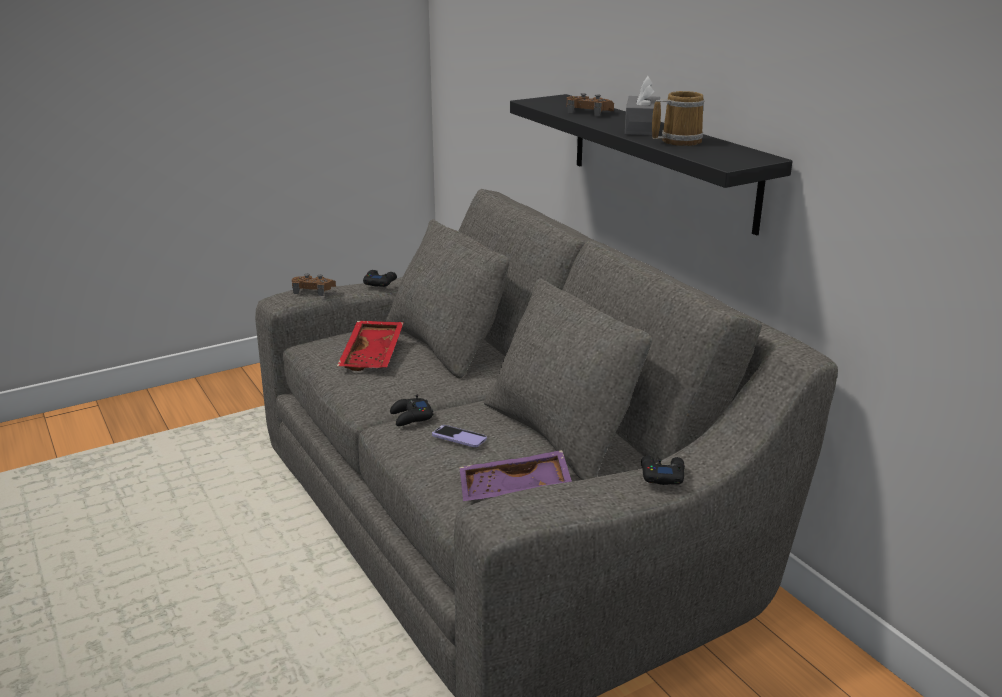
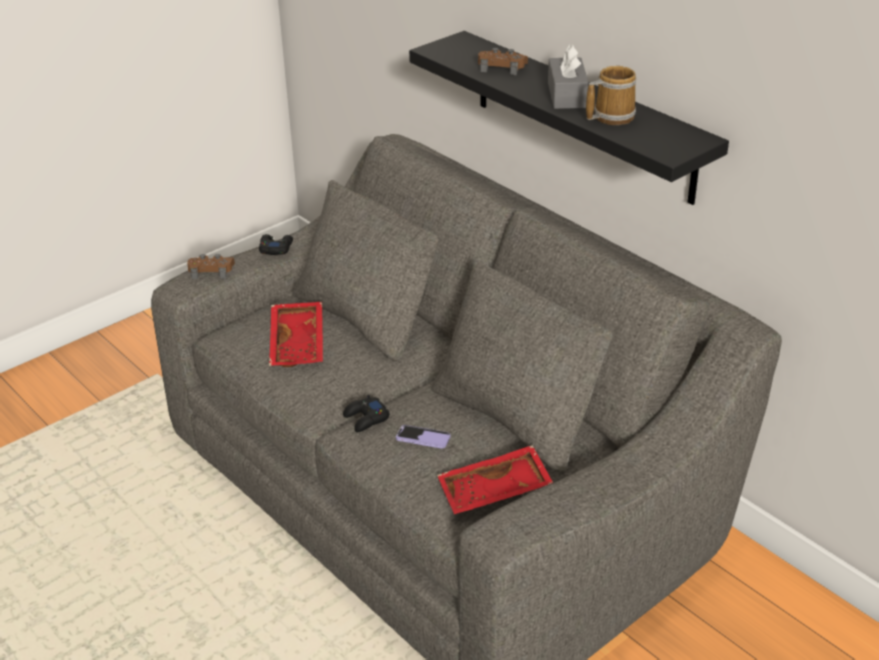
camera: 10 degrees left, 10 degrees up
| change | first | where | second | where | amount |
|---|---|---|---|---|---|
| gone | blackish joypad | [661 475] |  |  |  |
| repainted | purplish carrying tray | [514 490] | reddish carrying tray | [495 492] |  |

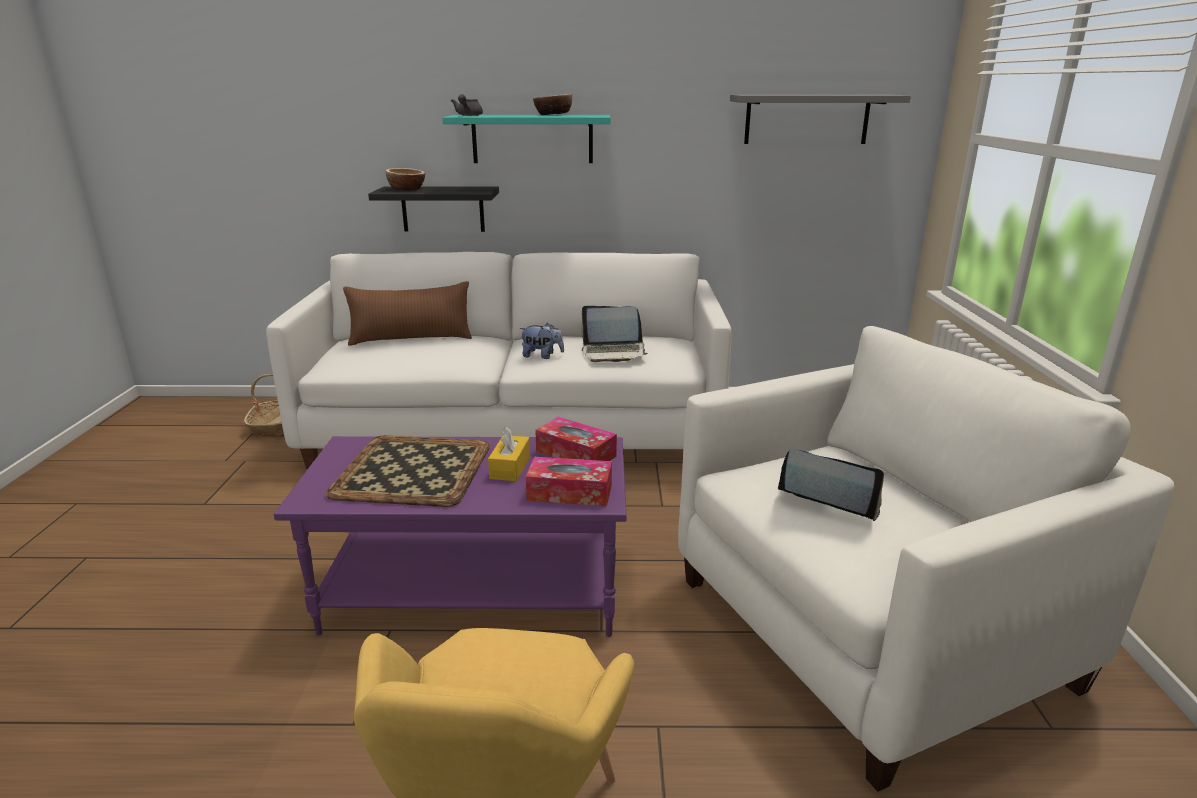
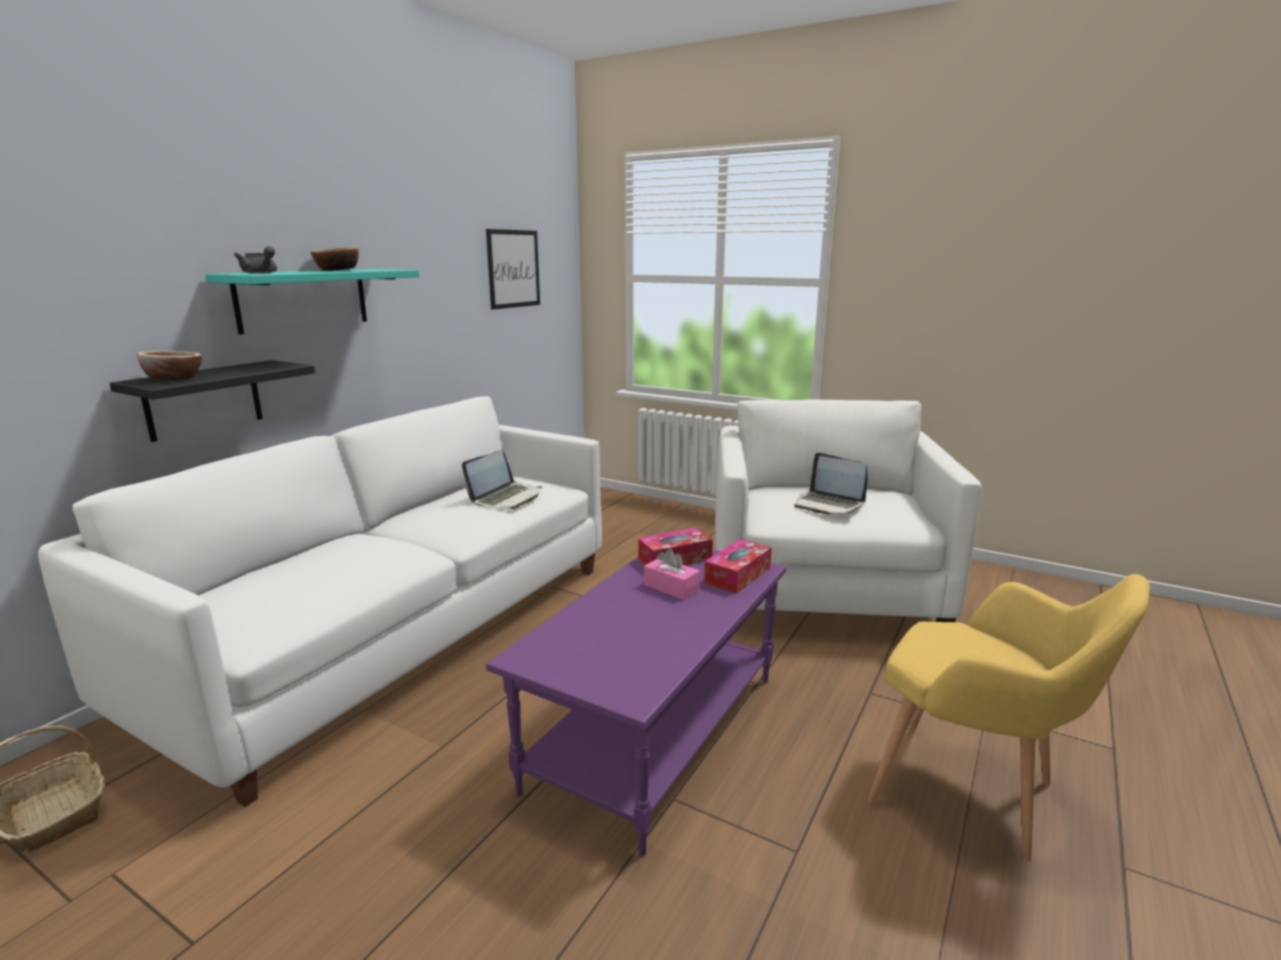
camera: 60 degrees left, 5 degrees down
| change | first | where | second | where | amount |
|---|---|---|---|---|---|
| gone | carrying tray | [411 471] |  |  |  |
| gone | brownish pillow | [411 339] |  |  |  |
| gone | plush toy | [542 356] |  |  |  |
| swapped | greyish shelf | [806 119] | picture | [513 269] |  |
| repainted | yellowish tissue holder | [510 467] | pink tissue holder | [671 588] |  |
| rotated | portable computer | [827 498] |  | [828 505] | 105 degrees counterclockwise |

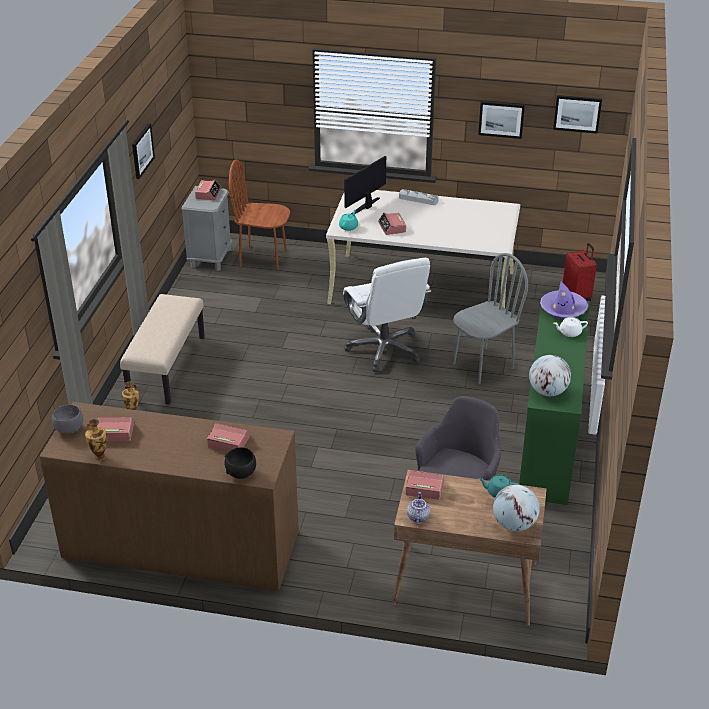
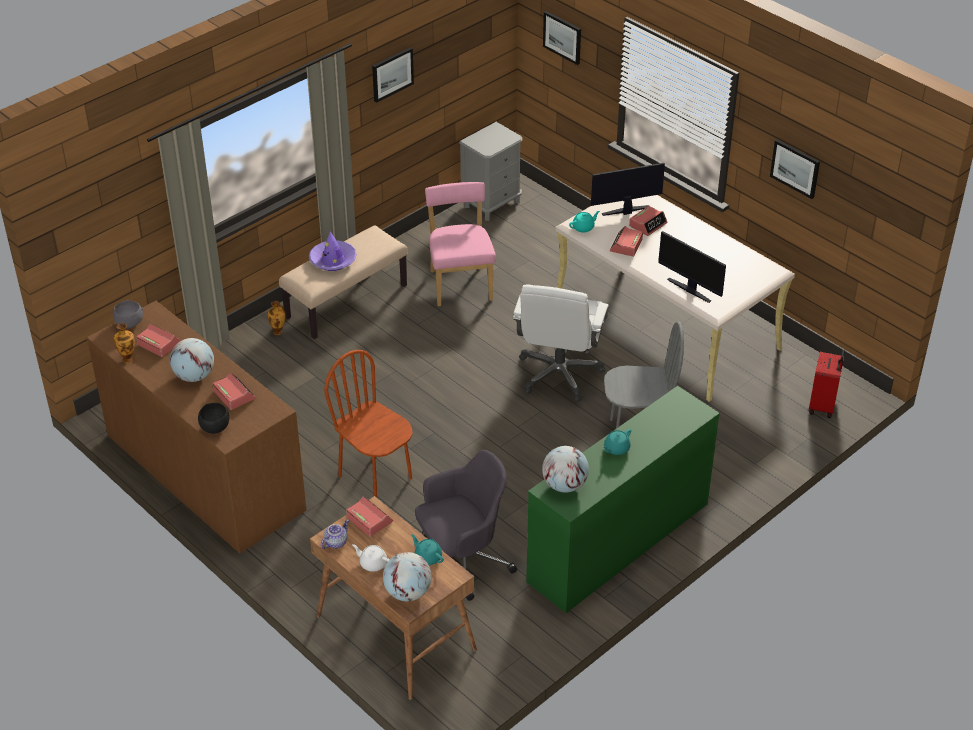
camera: 35 degrees right, 5 degrees up
| change | first | where | second | where | amount |
|---|---|---|---|---|---|
| gone | greyish carrying tray | [418 199] |  |  |  |
| new |  |  | globe | [194 376] |  |
| new |  |  | pink chair | [460 283] |  |
| new |  |  | blue-green tea pot | [616 448] |  |
| new |  |  | computer display | [690 289] |  |
| shifted | table clock | [208 193] |  | [648 224] |  |
| shifted | brownish chair | [263 258] |  | [376 477] |  |
| shifted | purplish clothing hat | [563 309] |  | [333 260] |  |
| shifted | picture | [577 113] |  | [562 37] |  |
| shifted | white tea pot | [569 332] |  | [373 563] |  |

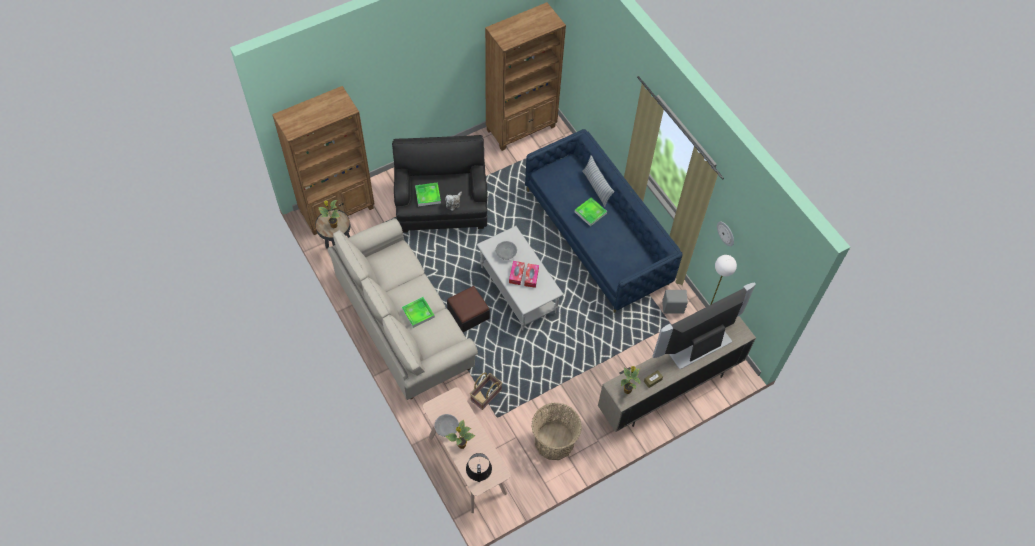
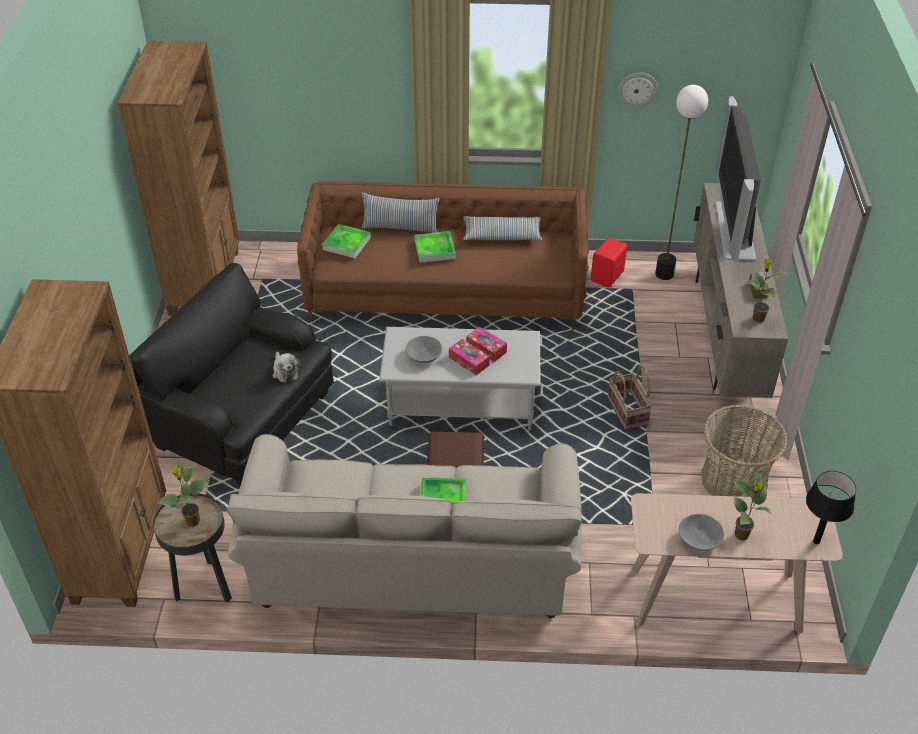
camera: 55 degrees left, 15 degrees down
| change | first | where | second | where | amount |
|---|---|---|---|---|---|
| new |  |  | pillow | [502 235] |  |
| shifted | carrying tray | [428 195] |  | [346 243] |  |
| shifted | basket | [486 395] |  | [628 411] |  |
| repainted | blue-coloured sofa | [597 237] | brownish sofa | [445 292] |  |
| repainted | greyish speaker | [673 308] | reddish speaker | [608 276] |  |

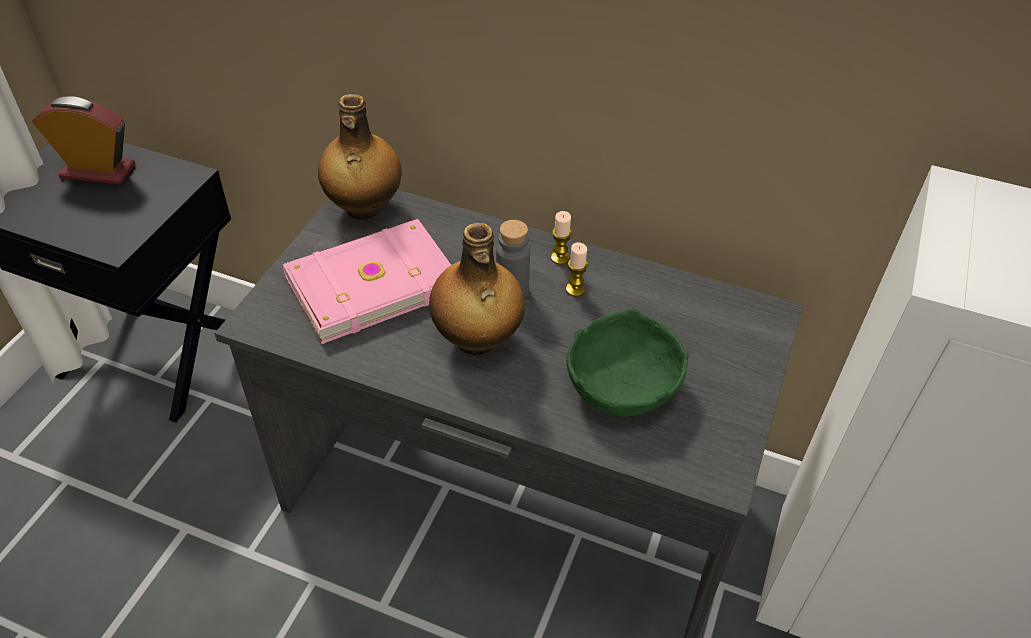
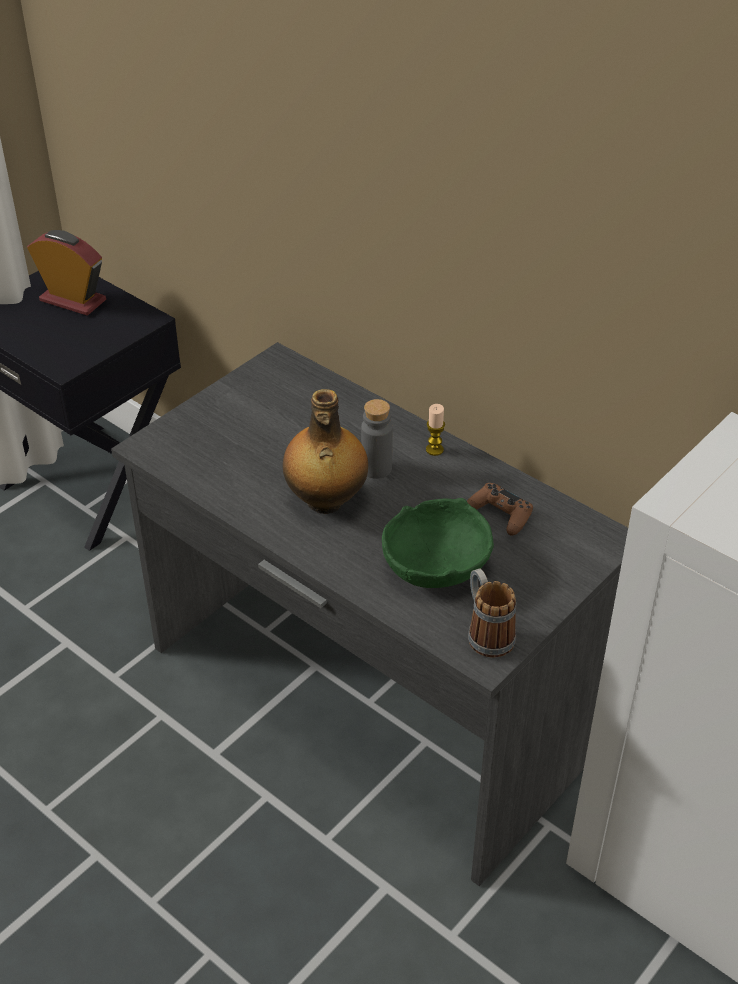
camera: 20 degrees right, 5 degrees down
| change | first | where | second | where | amount |
|---|---|---|---|---|---|
| gone | pink bound book | [370 283] |  |  |  |
| gone | beverage bottle | [363 208] |  |  |  |
| gone | candle | [575 289] |  |  |  |
| new |  |  | brownish joypad | [500 515] |  |
| new |  |  | coffee mug | [486 633] |  |

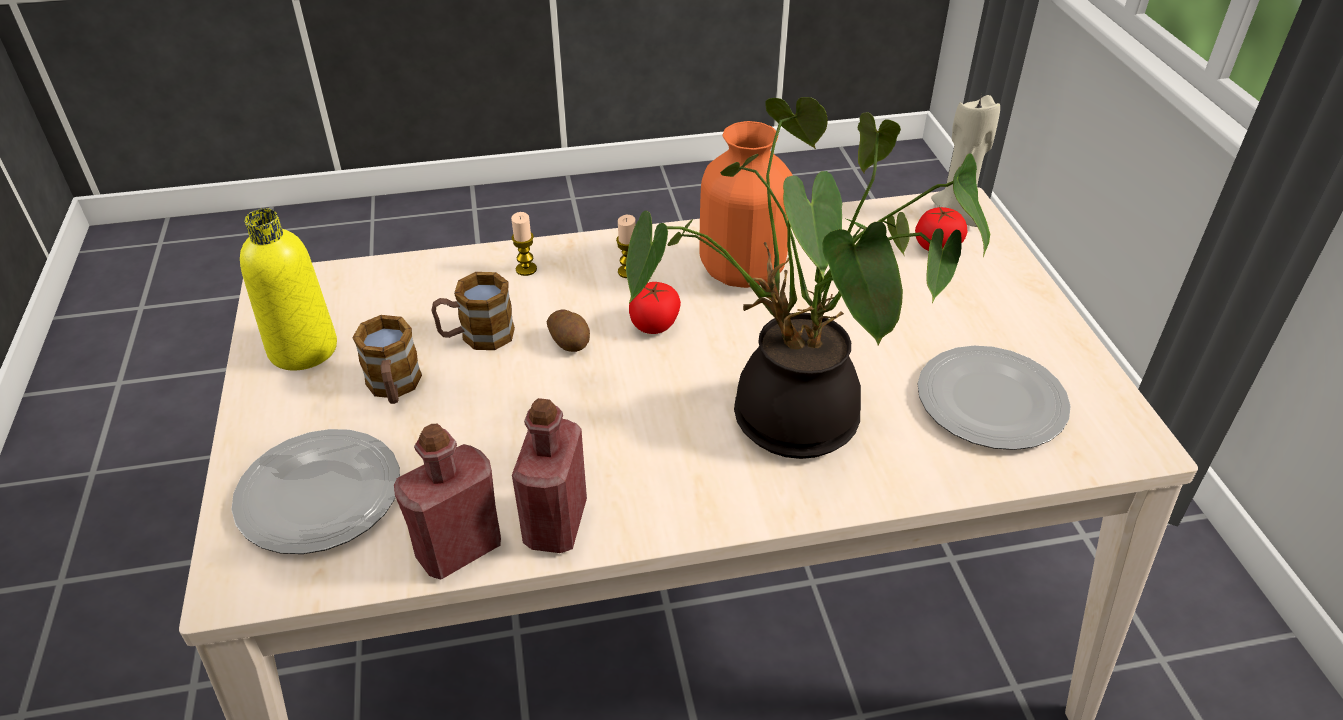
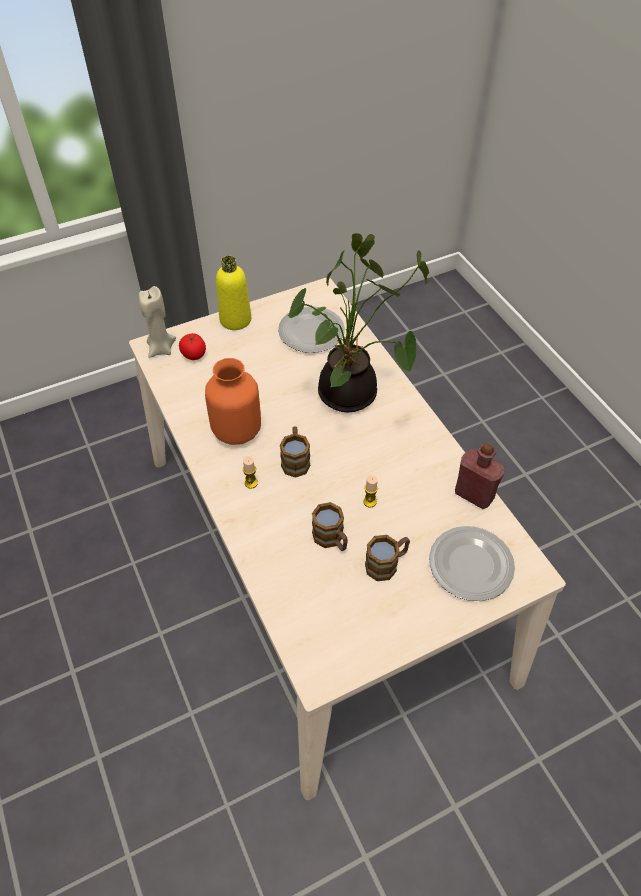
camera: 105 degrees left, 10 degrees up
| change | first | where | second | where | amount |
|---|---|---|---|---|---|
| gone | reddish beverage bottle | [555 523] |  |  |  |
| gone | potato | [570 342] |  |  |  |
| shifted | yellowish beverage bottle | [303 349] |  | [235 320] |  |
| shifted | candle | [526 269] |  | [369 502] |  |
| swapped | tomato | [654 324] | coffee mug | [295 460] |  |

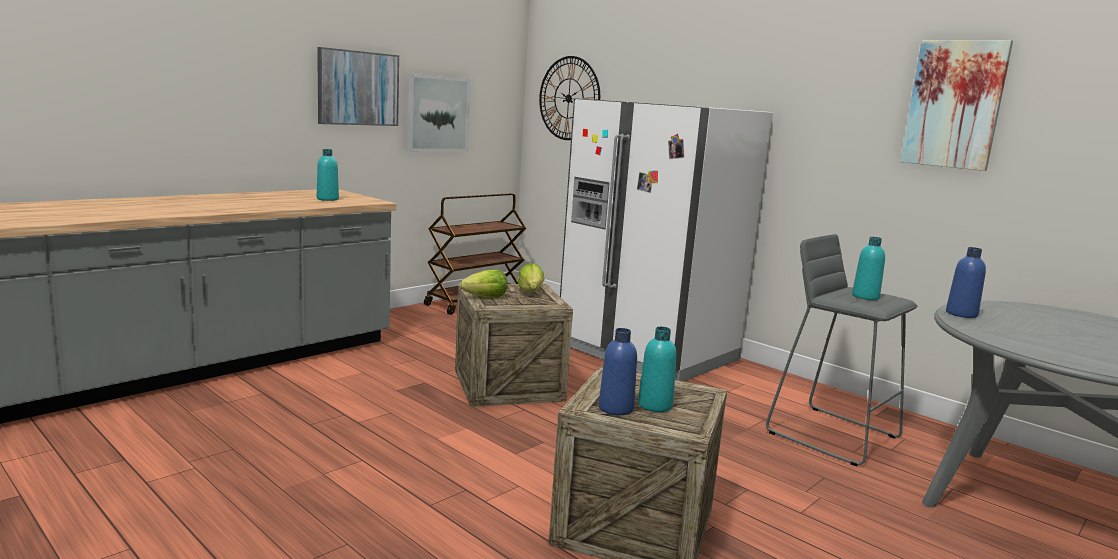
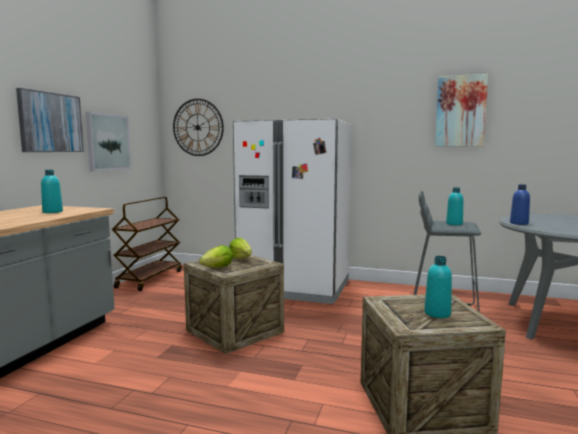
camera: 25 degrees left, 5 degrees down
| change | first | where | second | where | amount |
|---|---|---|---|---|---|
| gone | blue-coloured beverage bottle | [616 408] |  |  |  |

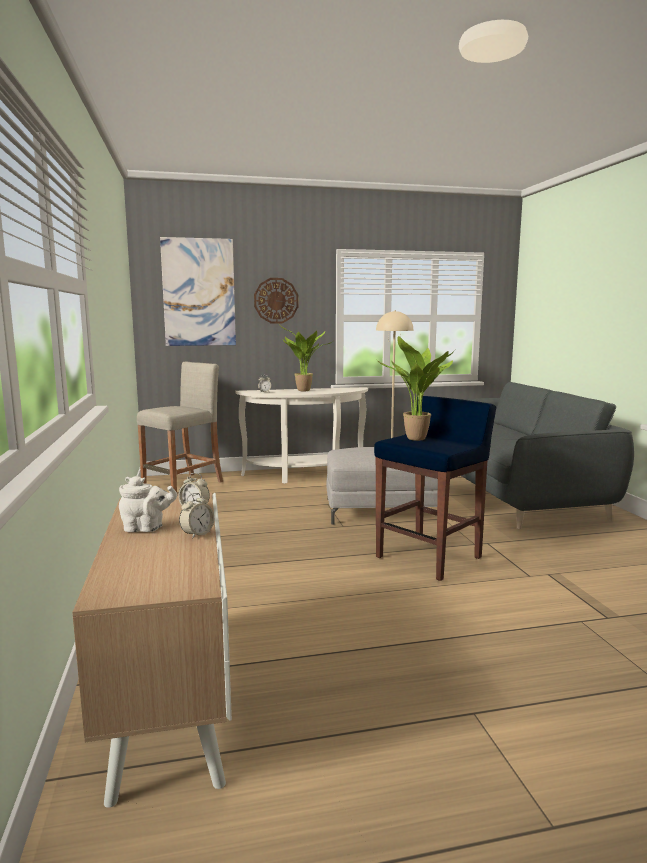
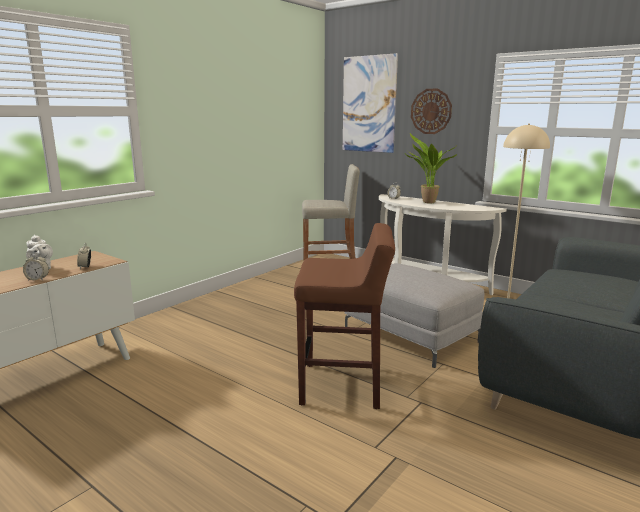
camera: 50 degrees right, 5 degrees up
| change | first | where | second | where | amount |
|---|---|---|---|---|---|
| gone | potted plant | [418 439] |  |  |  |
| repainted | blue-coloured stool seat | [430 557] | brownish stool seat | [343 385] |  |

